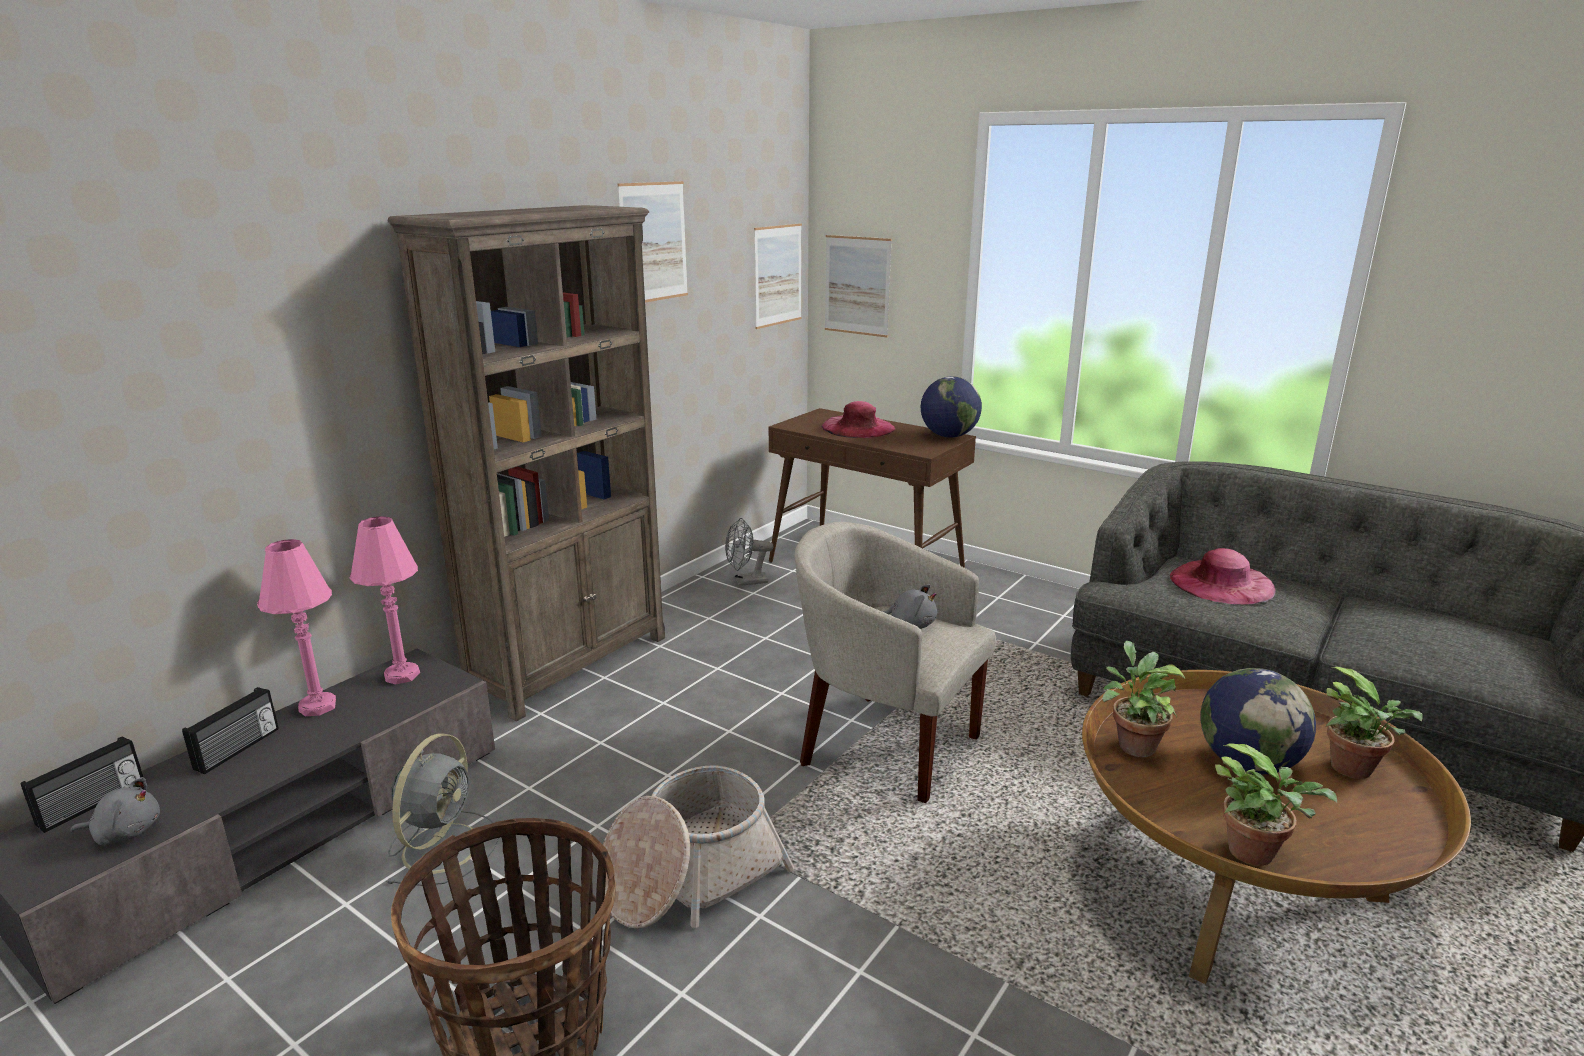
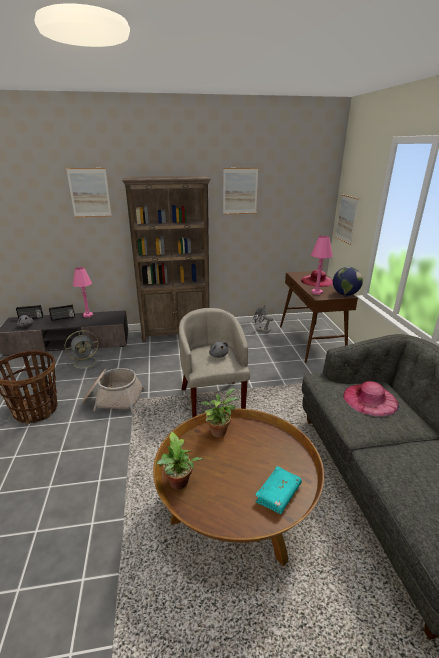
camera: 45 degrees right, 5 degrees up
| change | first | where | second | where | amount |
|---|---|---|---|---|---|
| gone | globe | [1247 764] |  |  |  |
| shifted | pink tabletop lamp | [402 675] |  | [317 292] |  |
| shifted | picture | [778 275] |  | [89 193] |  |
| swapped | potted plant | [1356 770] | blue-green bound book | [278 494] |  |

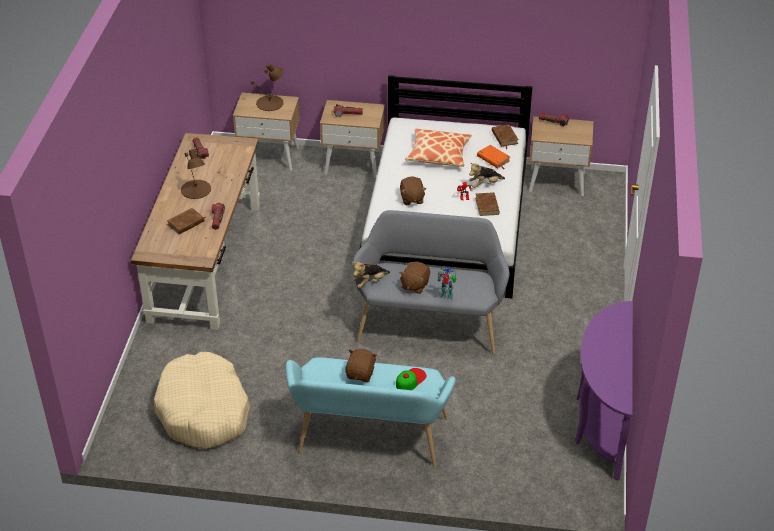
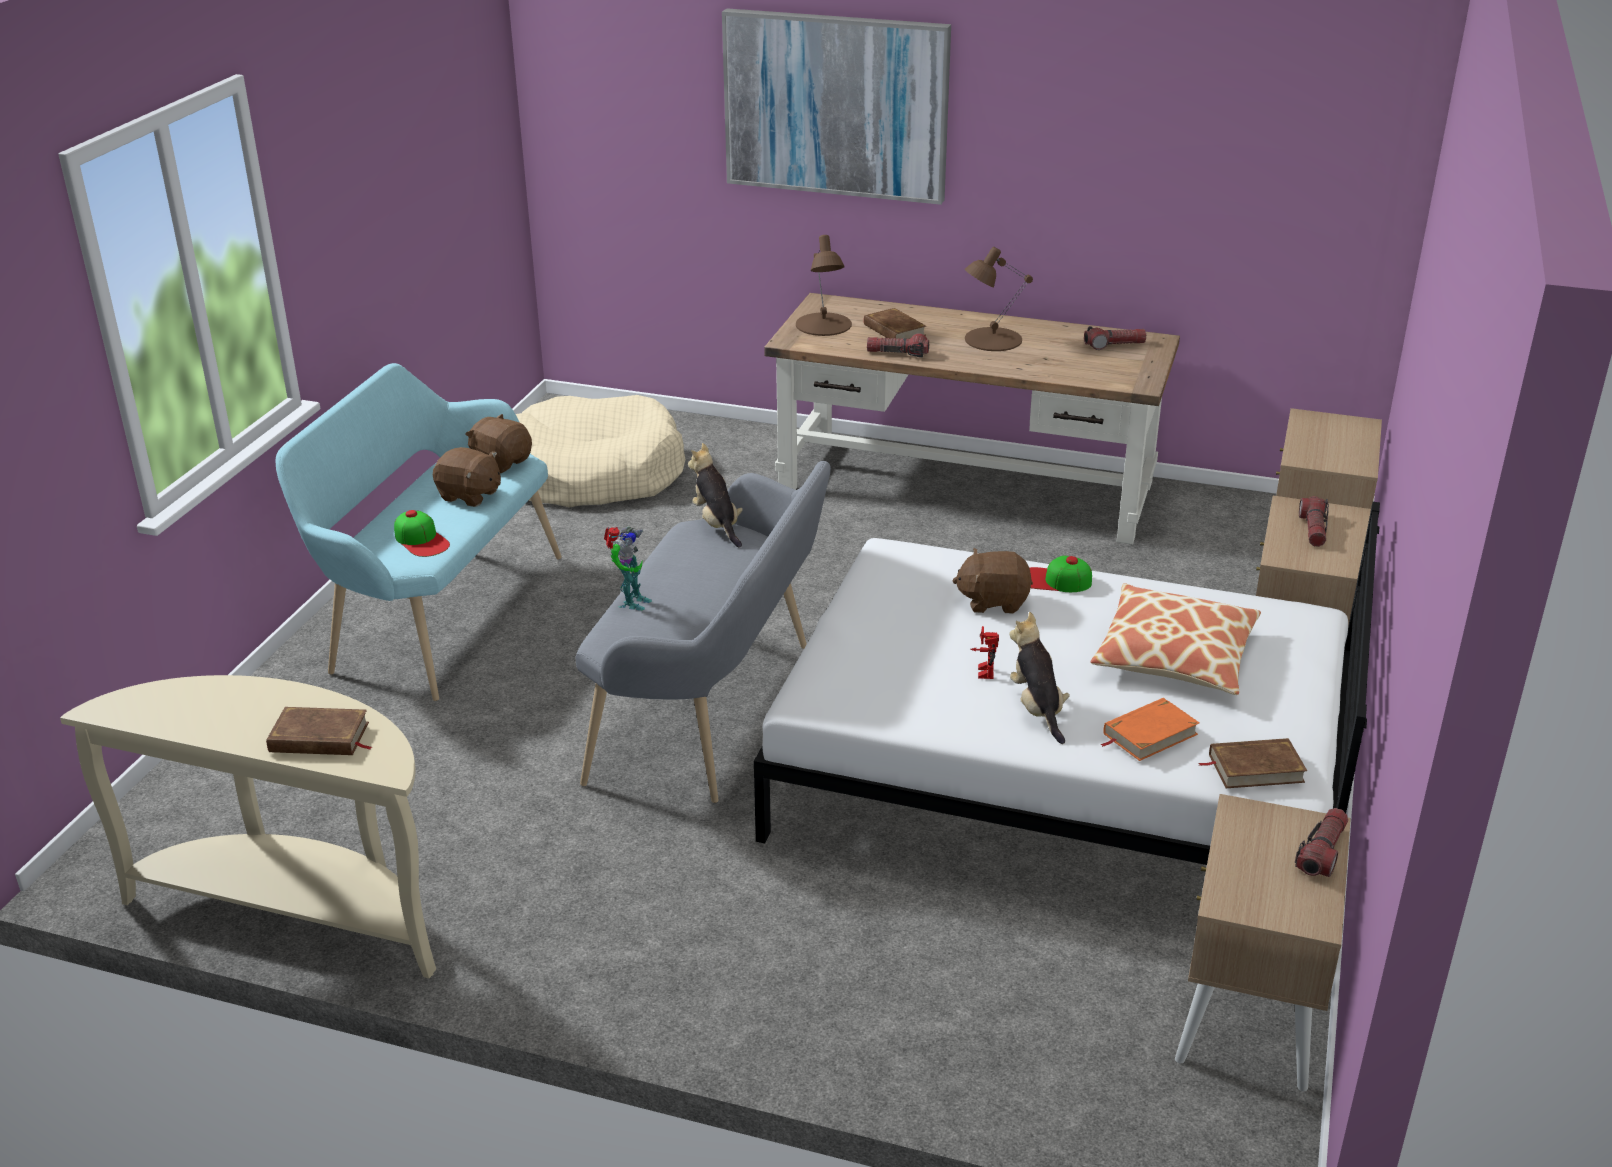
camera: 100 degrees right, 10 degrees down
| change | first | where | second | where | amount |
|---|---|---|---|---|---|
| new |  |  | picture | [836 105] |  |
| new |  |  | peaked cap | [1054 580] |  |
| shifted | brownish tabletop lamp | [270 103] |  | [823 325] |  |
| shifted | brownish plush toy | [414 285] |  | [501 462] |  |
| shifted | brownish bound book | [487 206] |  | [319 738] |  |
| repainted | purplish narrow table | [599 421] | beige-coloured narrow table | [298 909] |  |

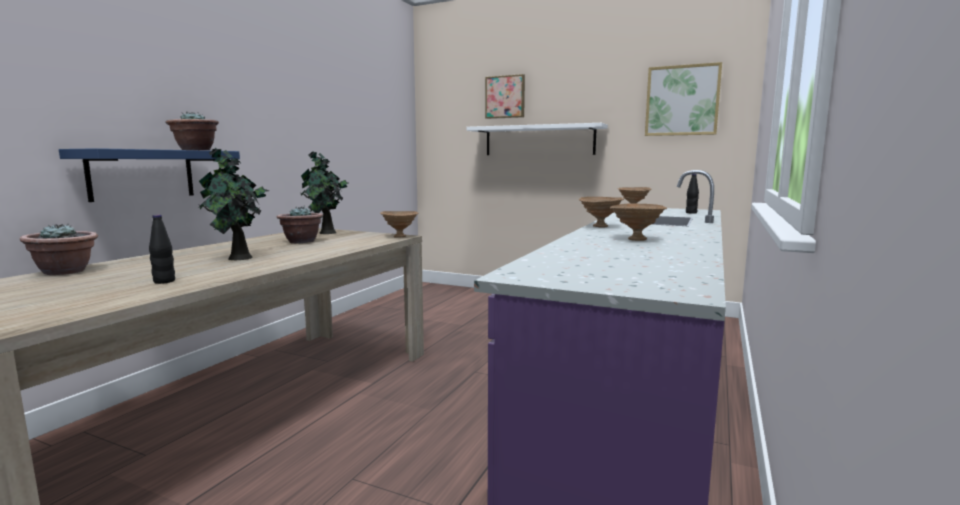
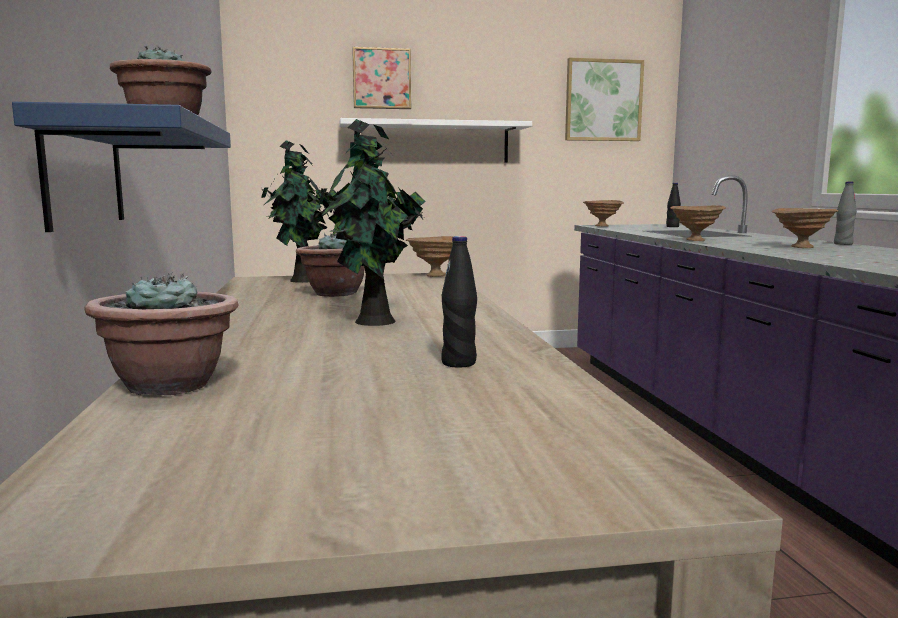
camera: 35 degrees left, 0 degrees up
| change | first | where | second | where | amount |
|---|---|---|---|---|---|
| new |  |  | greyish beverage bottle | [843 244] |  |

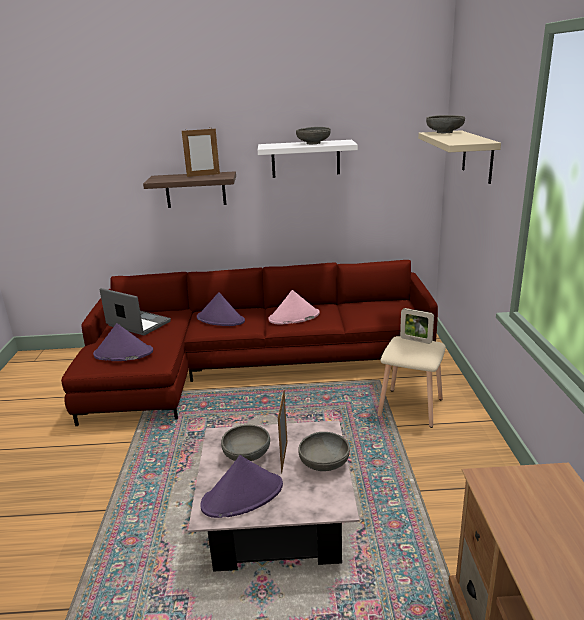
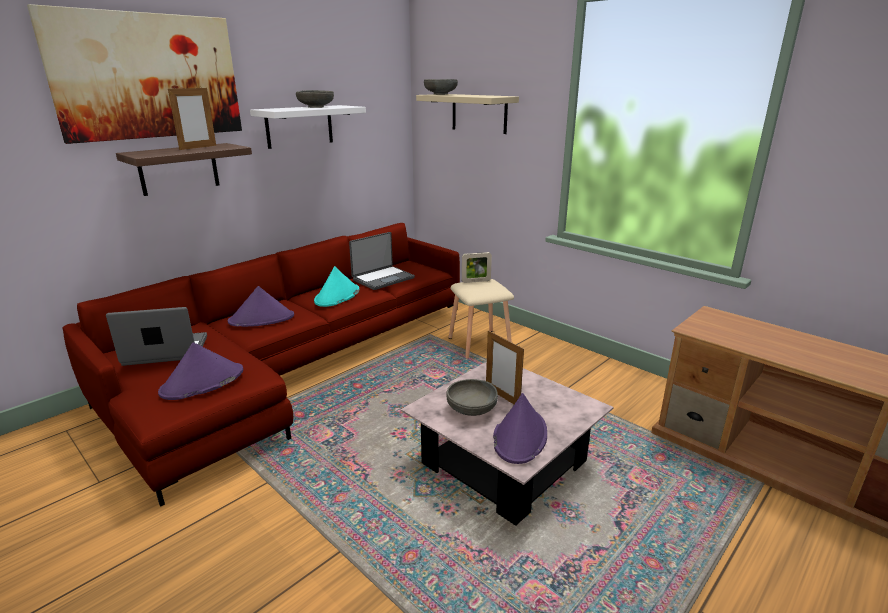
camera: 45 degrees left, 0 degrees up
| change | first | where | second | where | amount |
|---|---|---|---|---|---|
| gone | greyish deep dish | [324 463] |  |  |  |
| new |  |  | picture | [148 76] |  |
| new |  |  | portable computer | [382 278] |  |
| repainted | pink clothing hat | [294 317] | blue-green clothing hat | [337 296] |  |

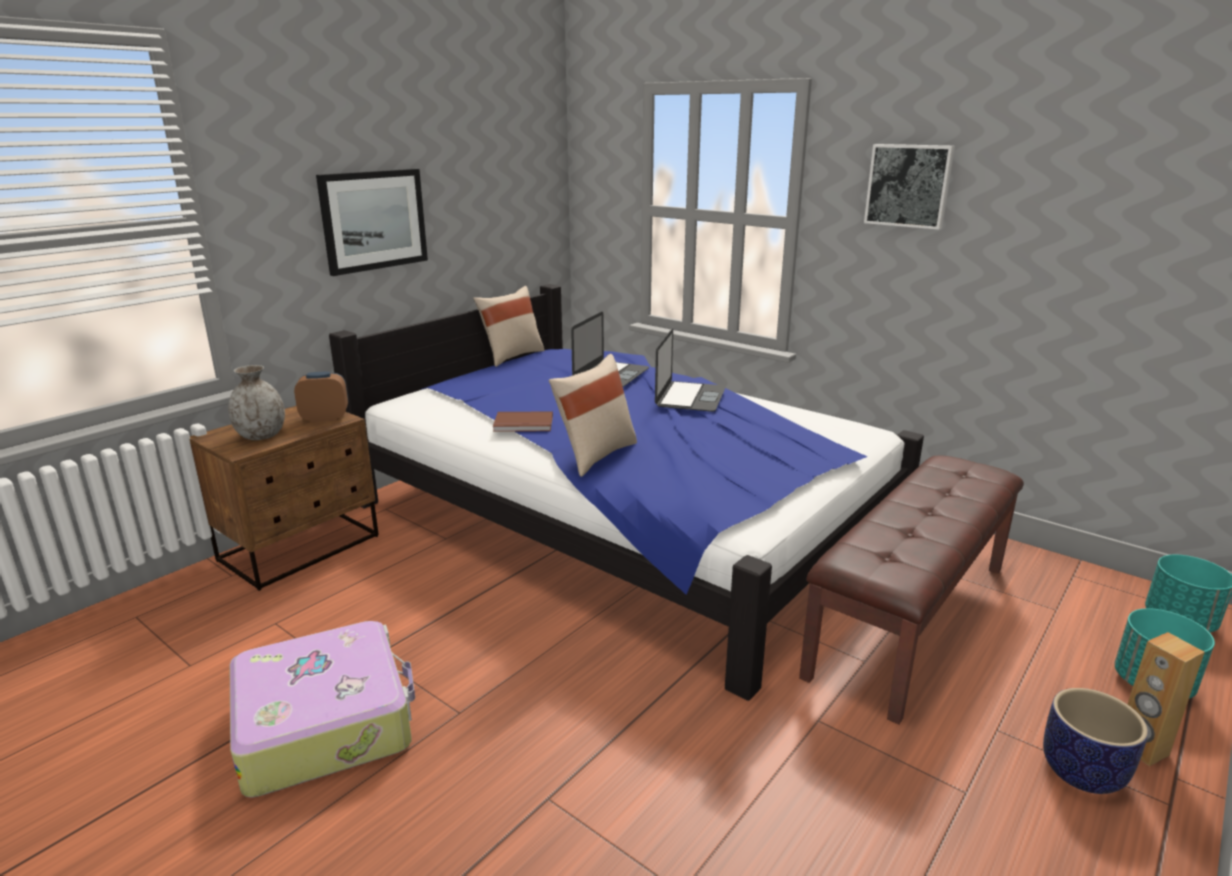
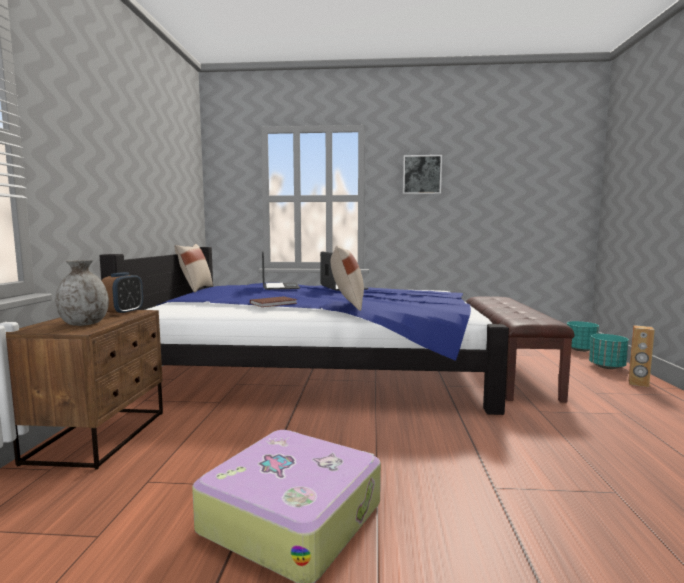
camera: 35 degrees left, 15 degrees down
| change | first | where | second | where | amount |
|---|---|---|---|---|---|
| gone | picture | [374 220] |  |  |  |
| gone | planter | [1081 772] |  |  |  |
| rotated | table clock | [325 418] |  | [123 313] | 150 degrees clockwise |

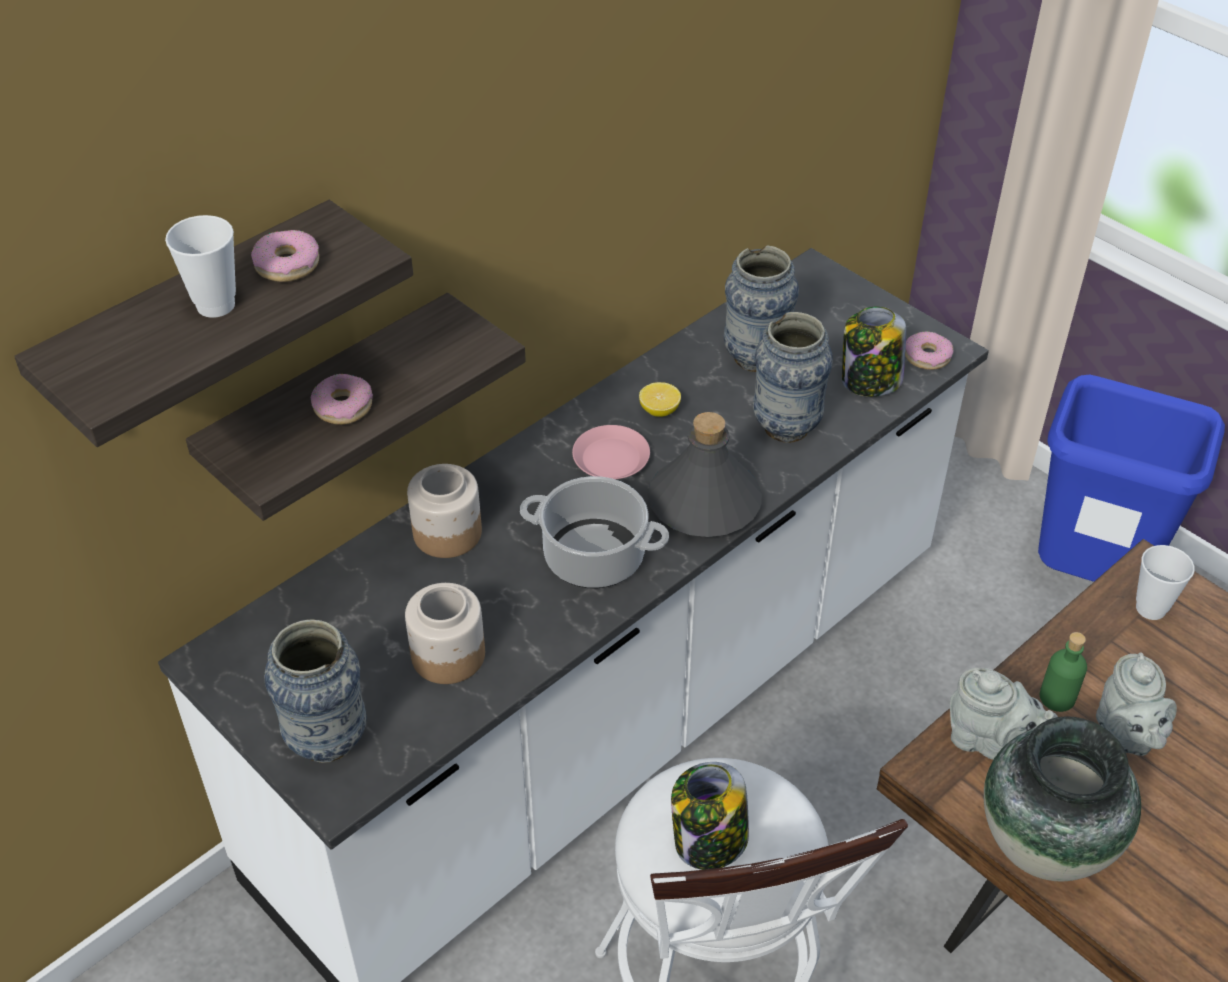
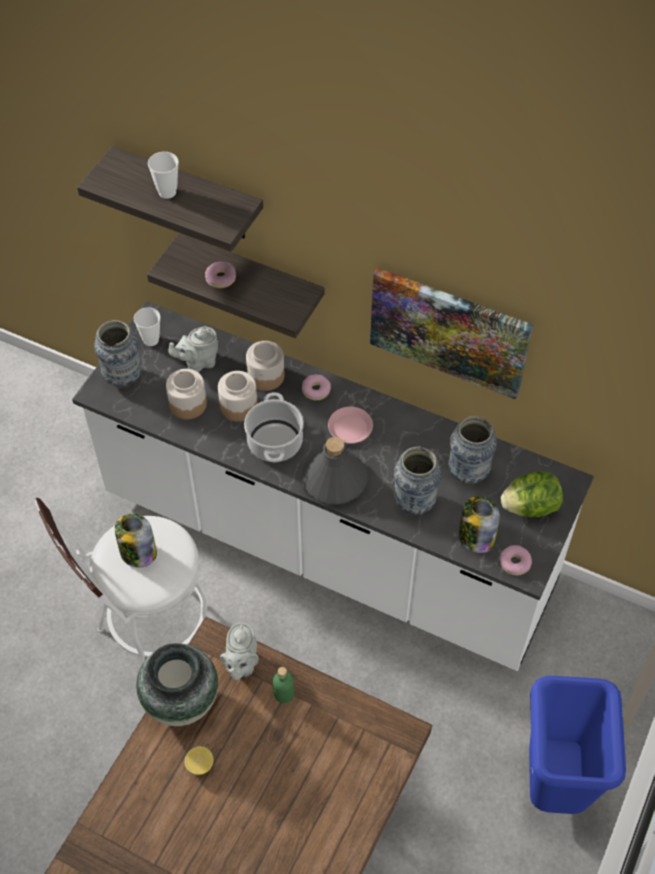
camera: 70 degrees right, 10 degrees up
| change | first | where | second | where | amount |
|---|---|---|---|---|---|
| new |  |  | storage jar | [238 406] |  |
| new |  |  | picture | [449 331] |  |
| new |  |  | head of lettuce | [530 507] |  |
| shifted | donut | [287 264] |  | [316 390] |  |
| shifted | whole lemon | [659 411] |  | [200 765] |  |
| shifted | greyish tea pot | [1125 736] |  | [198 362] |  |
| shifted | small cup | [1150 608] |  | [151 340] |  |

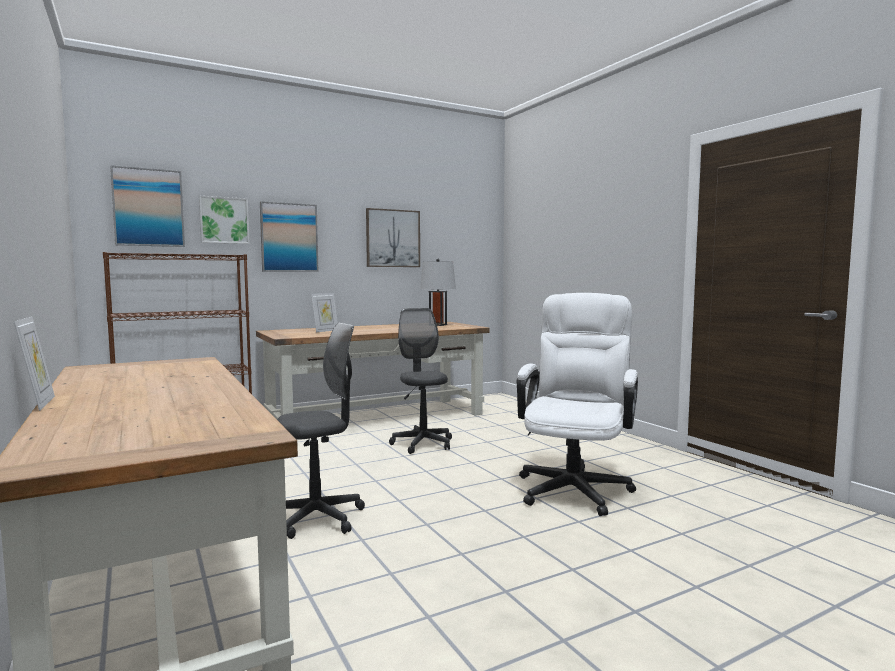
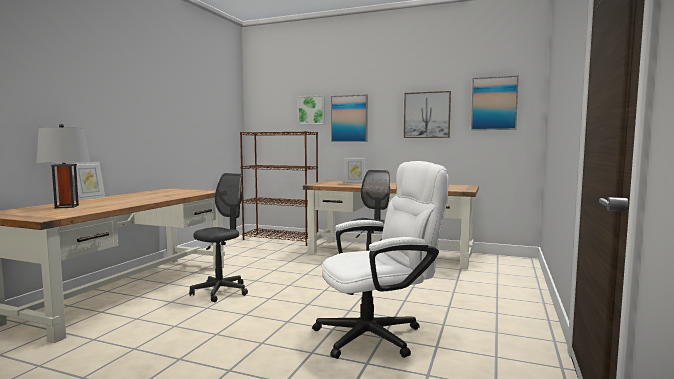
camera: 50 degrees right, 0 degrees up
| change | first | where | second | where | amount |
|---|---|---|---|---|---|
| shifted | picture | [148 207] |  | [494 103] |  |
| shifted | greyish tabletop lamp | [438 325] |  | [67 206] |  |
| rotated | greyish office chair | [318 519] |  | [220 292] | 75 degrees counterclockwise |

